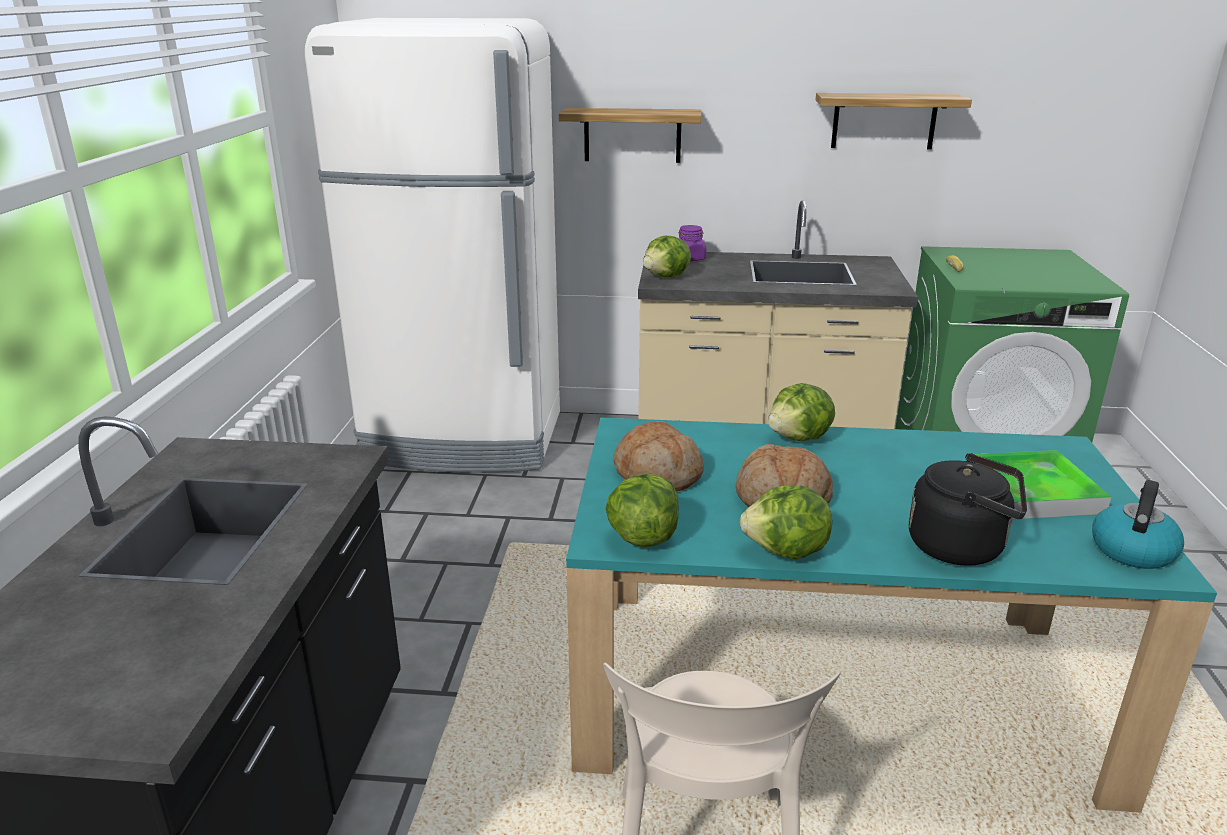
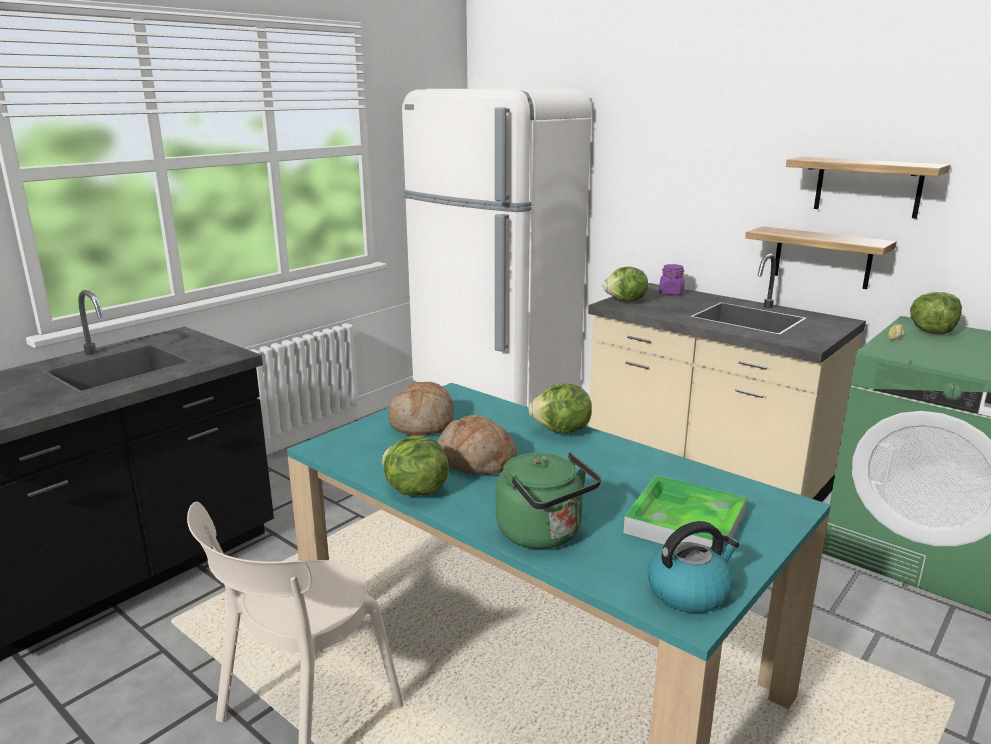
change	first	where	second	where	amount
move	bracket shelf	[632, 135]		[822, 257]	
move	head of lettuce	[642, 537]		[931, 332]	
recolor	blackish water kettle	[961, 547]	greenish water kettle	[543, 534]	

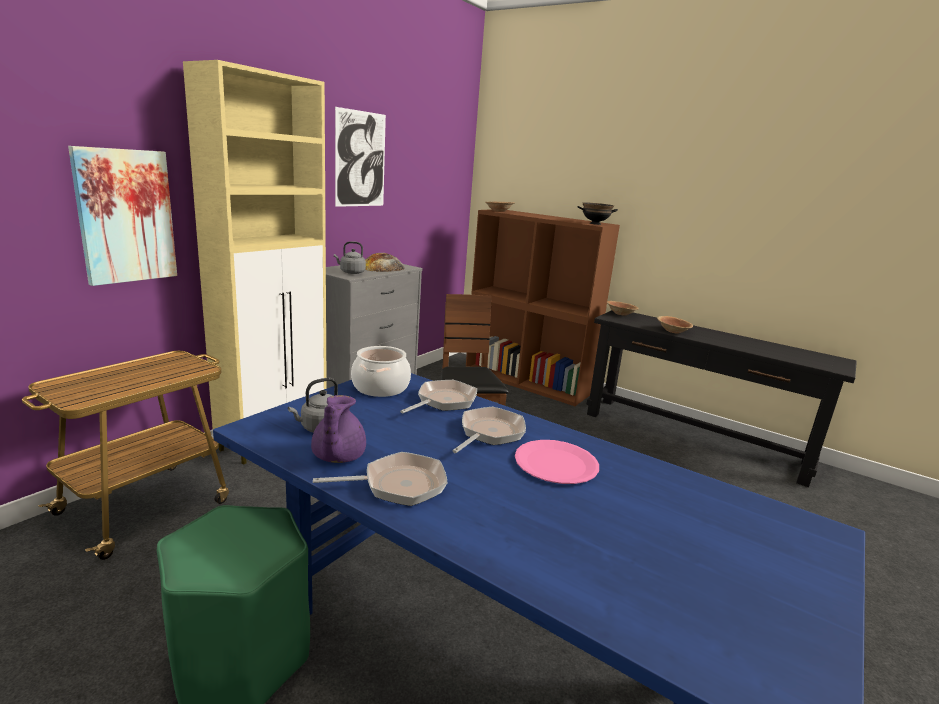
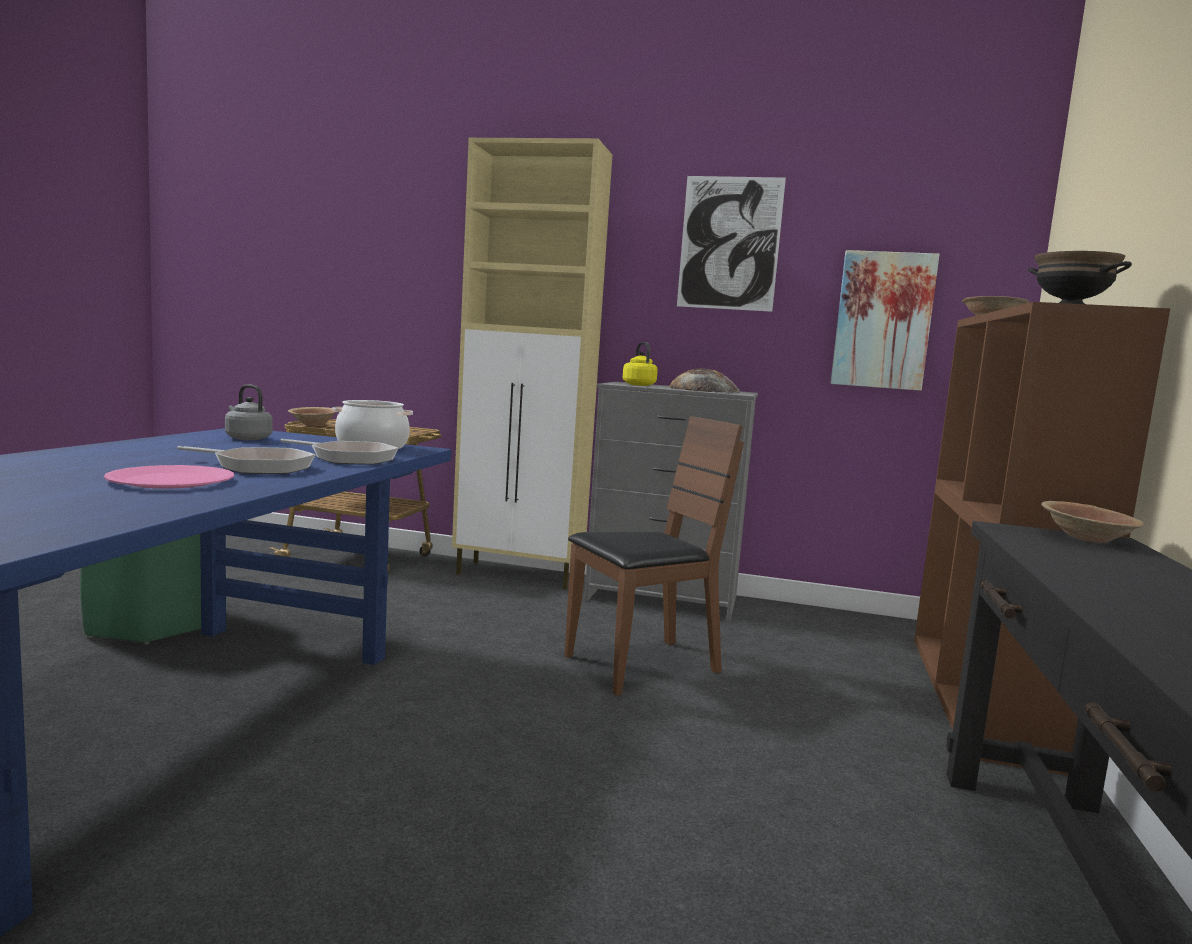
change	first	where	second	where	amount
move	wall picture	[126, 216]		[882, 320]	
delete	purple-coloured tea pot	[337, 456]			
delete	pan	[398, 485]			
recolor	greyish water kettle	[351, 272]	yellow water kettle	[638, 385]	
move	brown-coloured bowl	[673, 331]		[313, 424]	

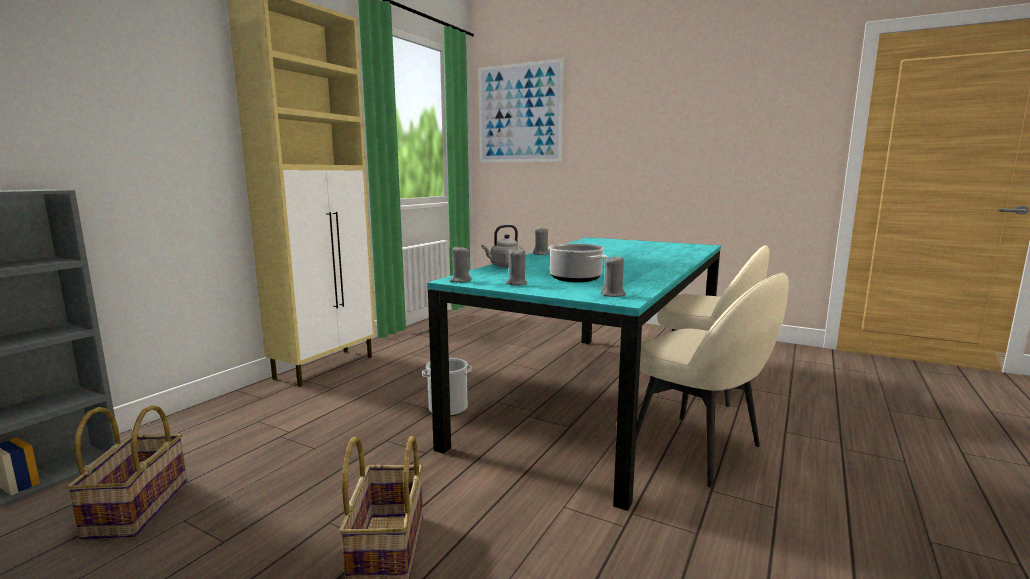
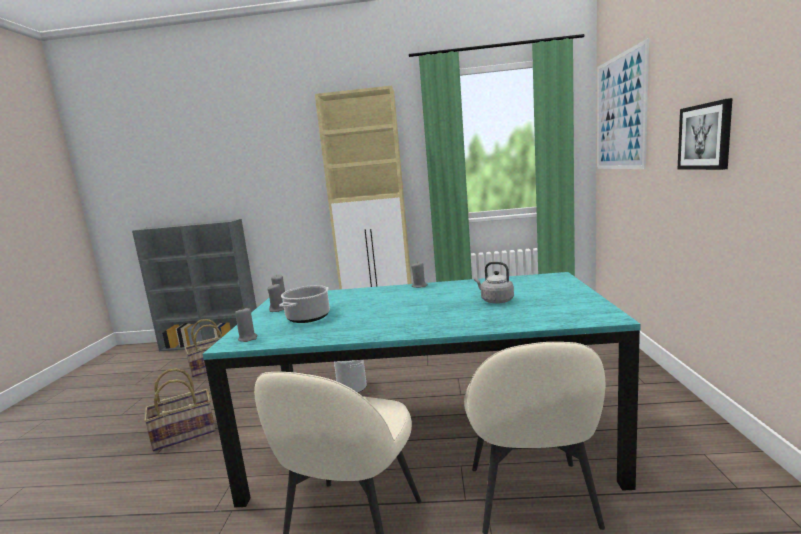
change	first	where	second	where	amount
move	greyish water kettle	[505, 266]		[495, 301]	
insert			wall picture	[705, 136]	

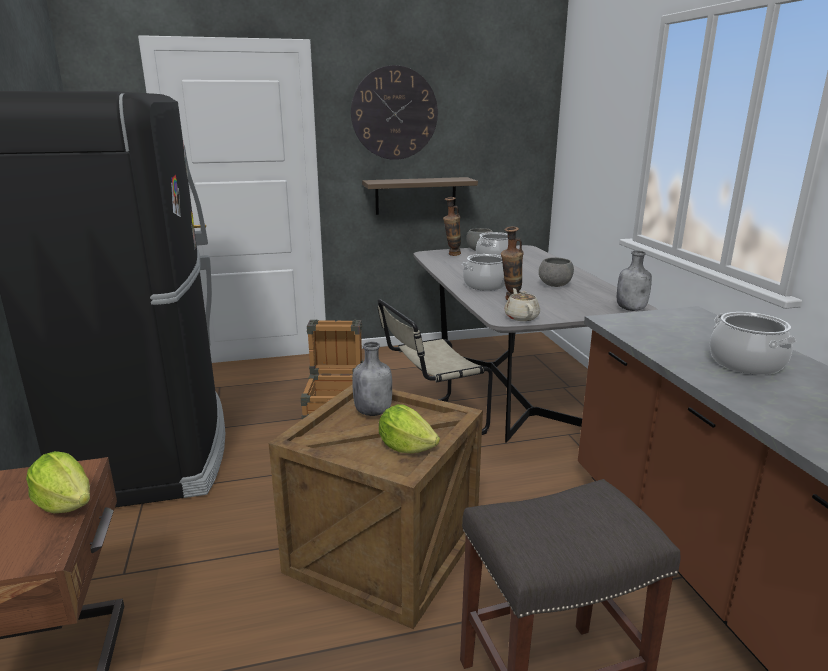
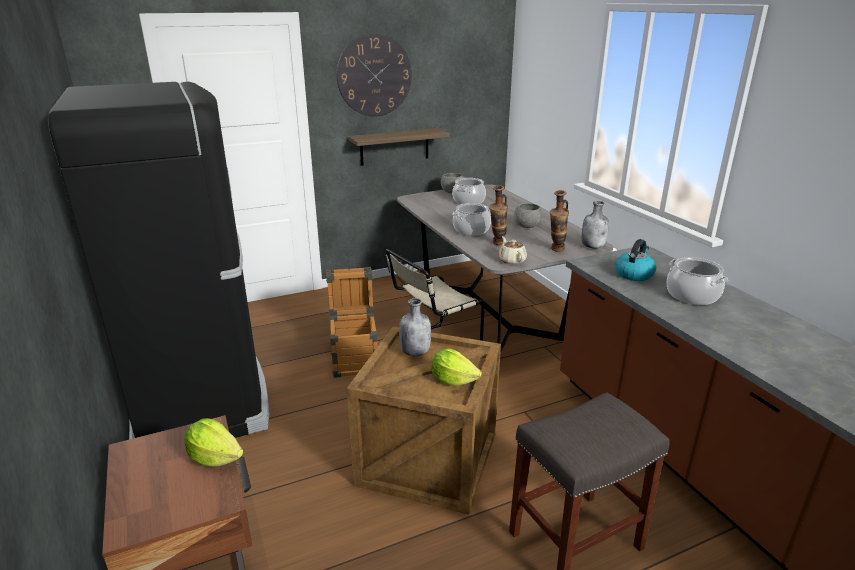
change	first	where	second	where	amount
move	vase	[452, 255]		[556, 251]	
insert			water kettle	[634, 274]	

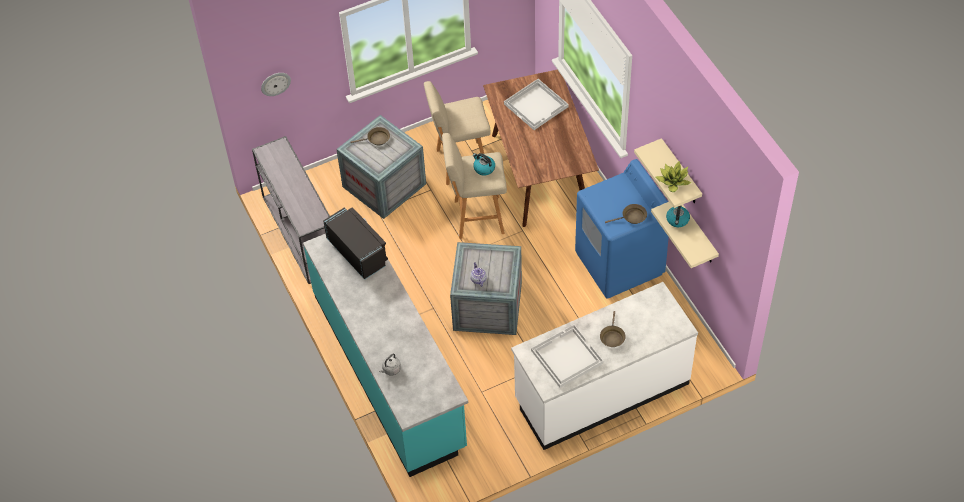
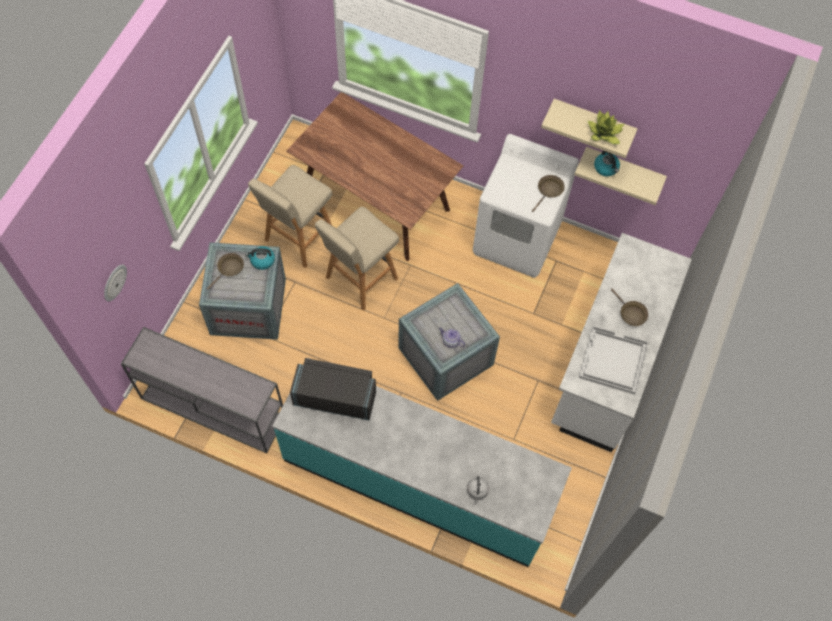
change	first	where	second	where	amount
move	water kettle	[484, 168]		[262, 261]	
delete	white-coloured serving tray	[536, 105]			
recolor	bluish laundry machine	[619, 264]	white-coloured laundry machine	[517, 239]	

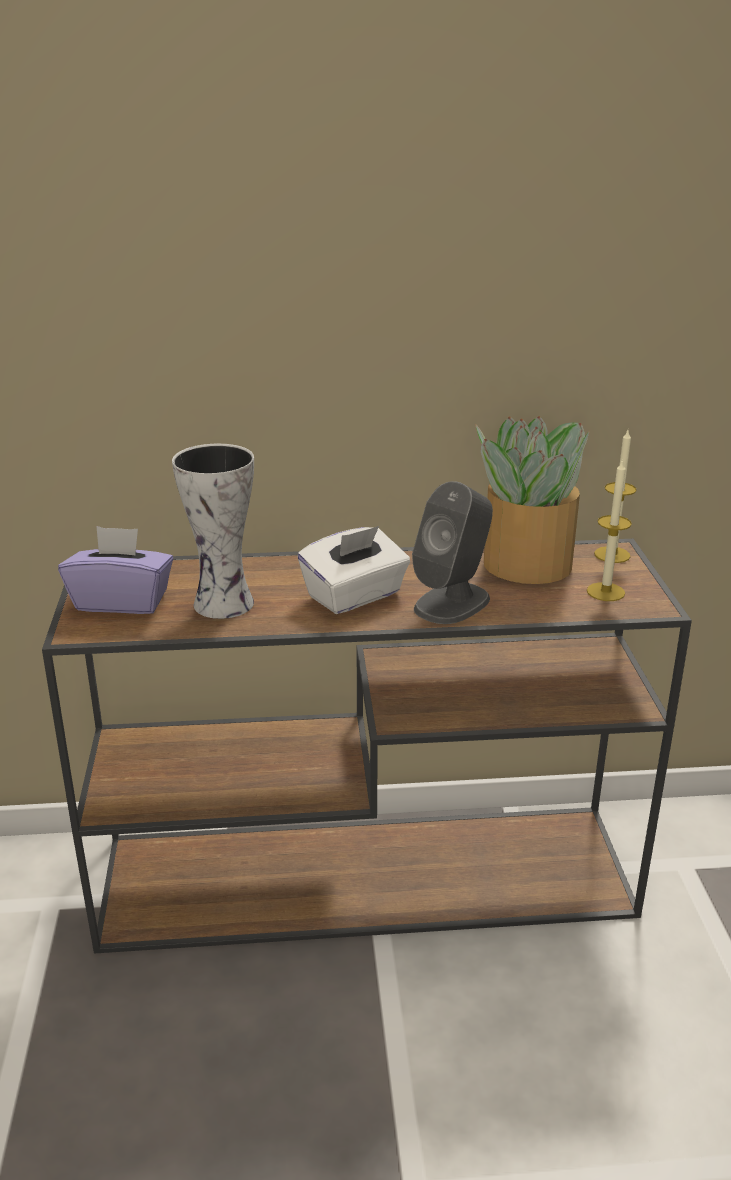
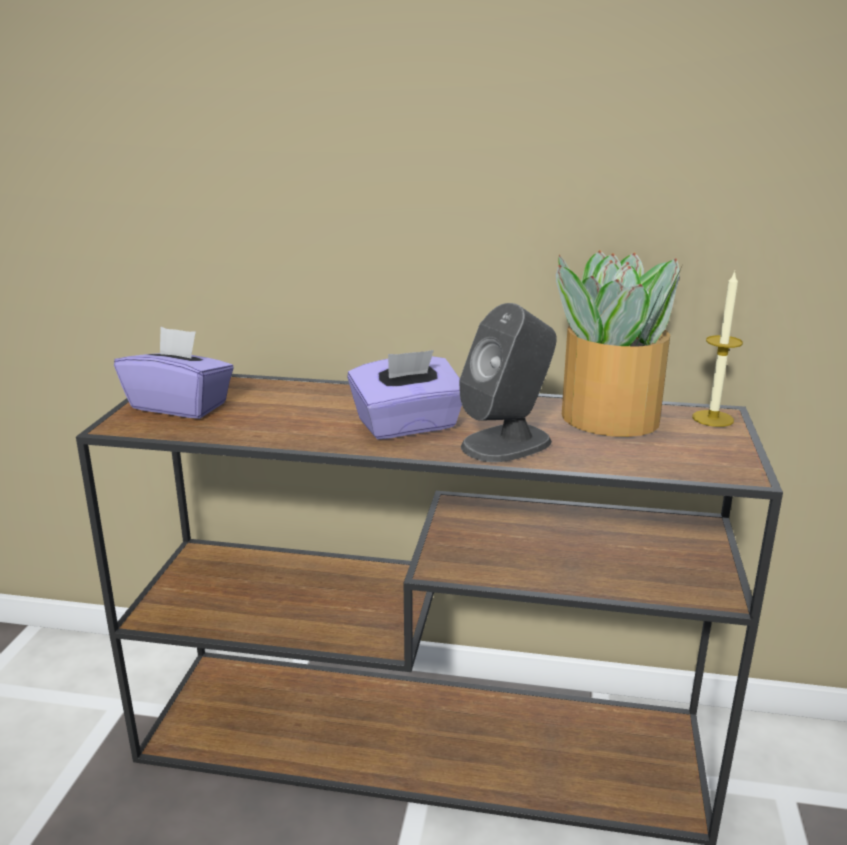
change	first	where	second	where	amount
delete	vase	[224, 605]			
recolor	white-coloured tissue holder	[355, 596]	purple-coloured tissue holder	[408, 426]	
delete	candle	[605, 592]			

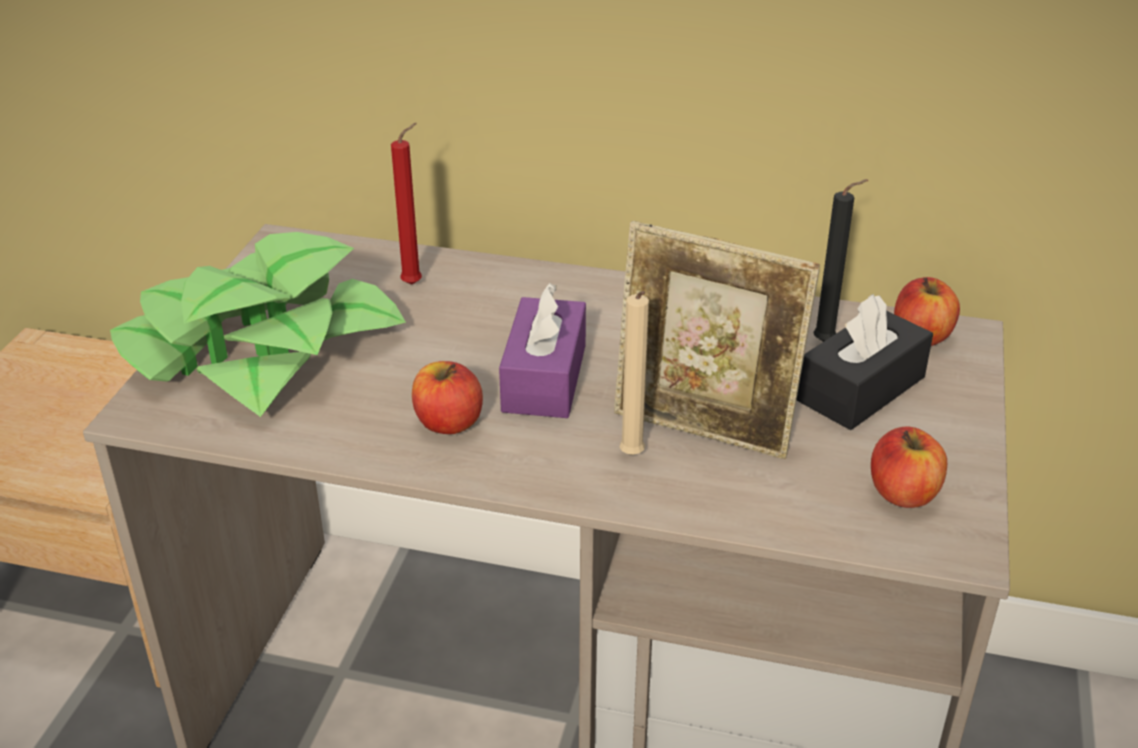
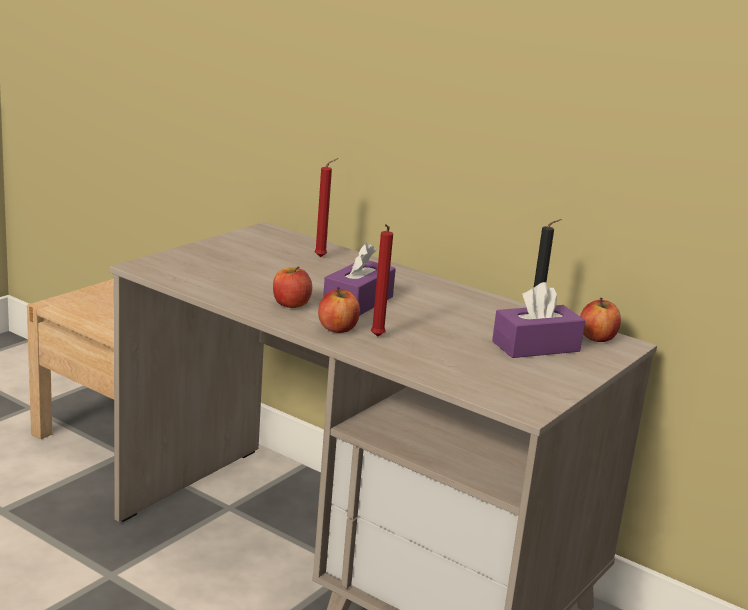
change	first	where	second	where	amount
delete	plant in a pot	[260, 349]			
delete	photo frame	[703, 430]			
recolor	beige-coloured candle	[632, 457]	red candle	[376, 337]	
recolor	blackish tissue holder	[861, 389]	purple-coloured tissue holder	[536, 346]	
move	apple	[903, 493]		[337, 328]	

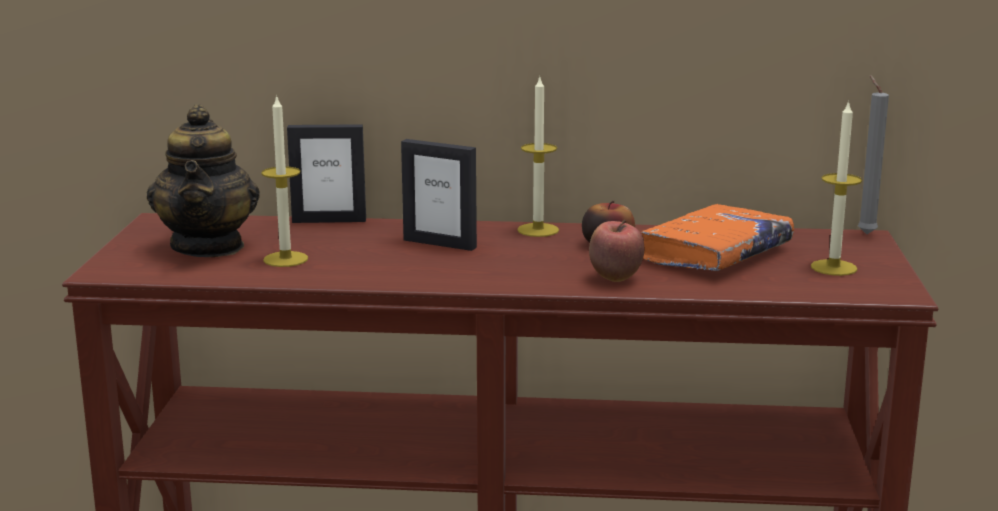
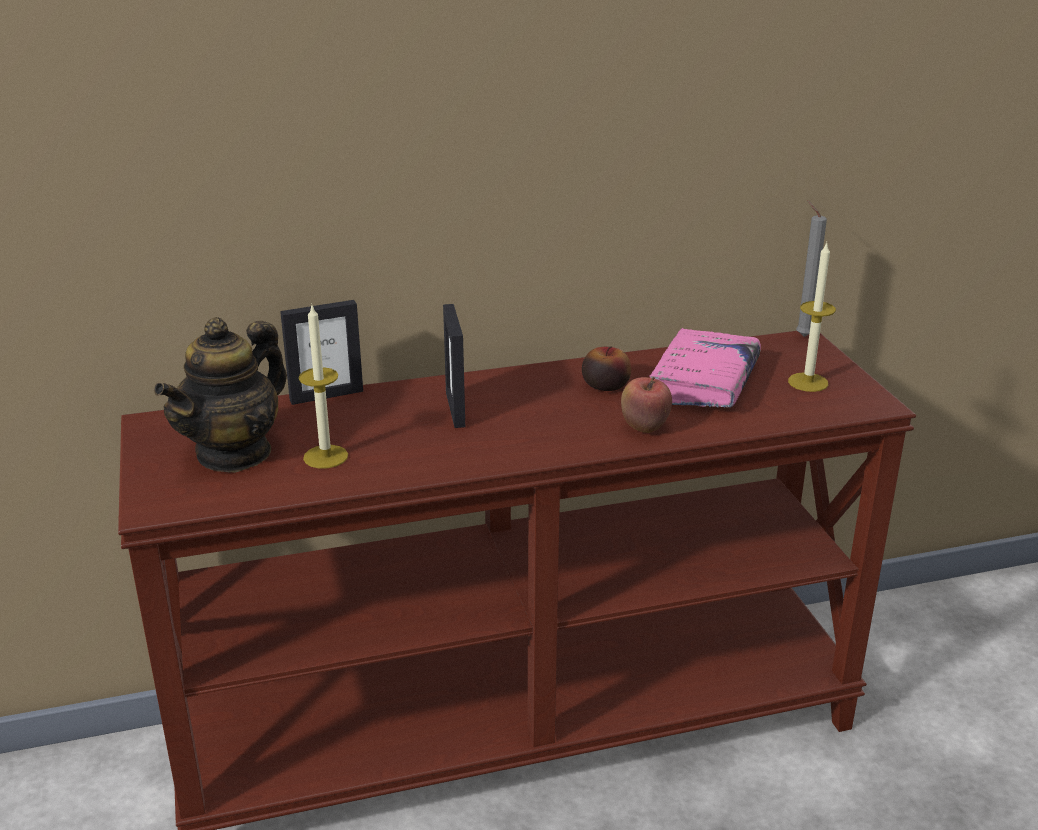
change	first	where	second	where	amount
rotate	tea pot	[208, 247]		[234, 453]	60 degrees clockwise
rotate	photo frame	[440, 243]		[456, 409]	75 degrees clockwise
delete	candle	[538, 230]			
recolor	orange volume	[716, 254]	pinkish volume	[704, 382]	

